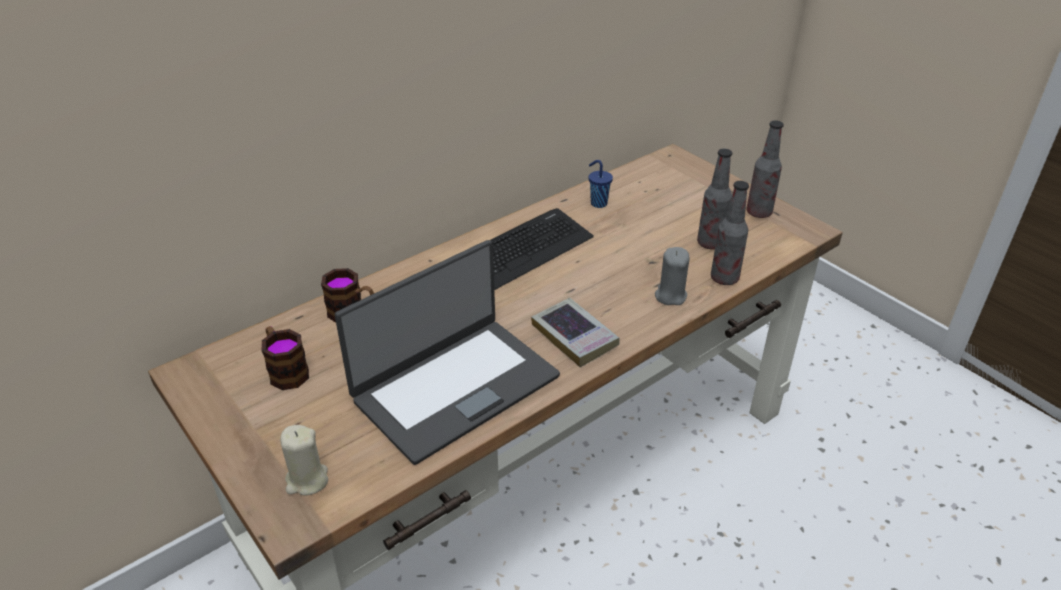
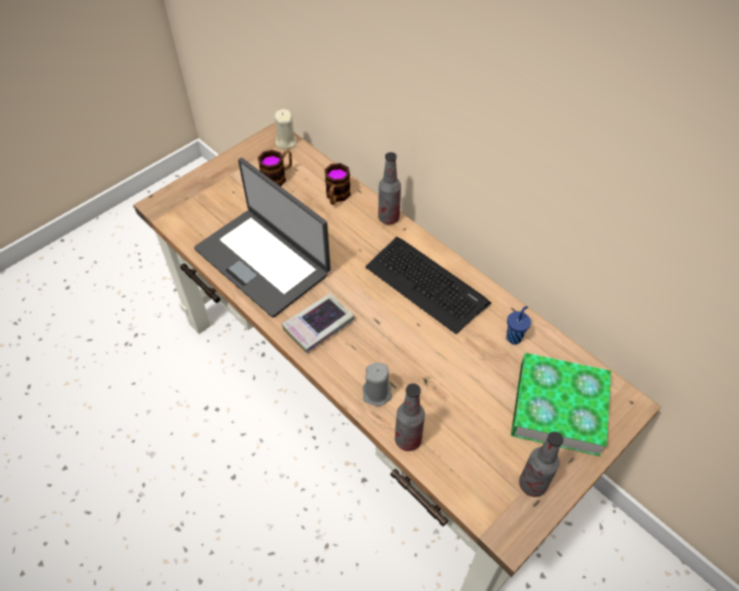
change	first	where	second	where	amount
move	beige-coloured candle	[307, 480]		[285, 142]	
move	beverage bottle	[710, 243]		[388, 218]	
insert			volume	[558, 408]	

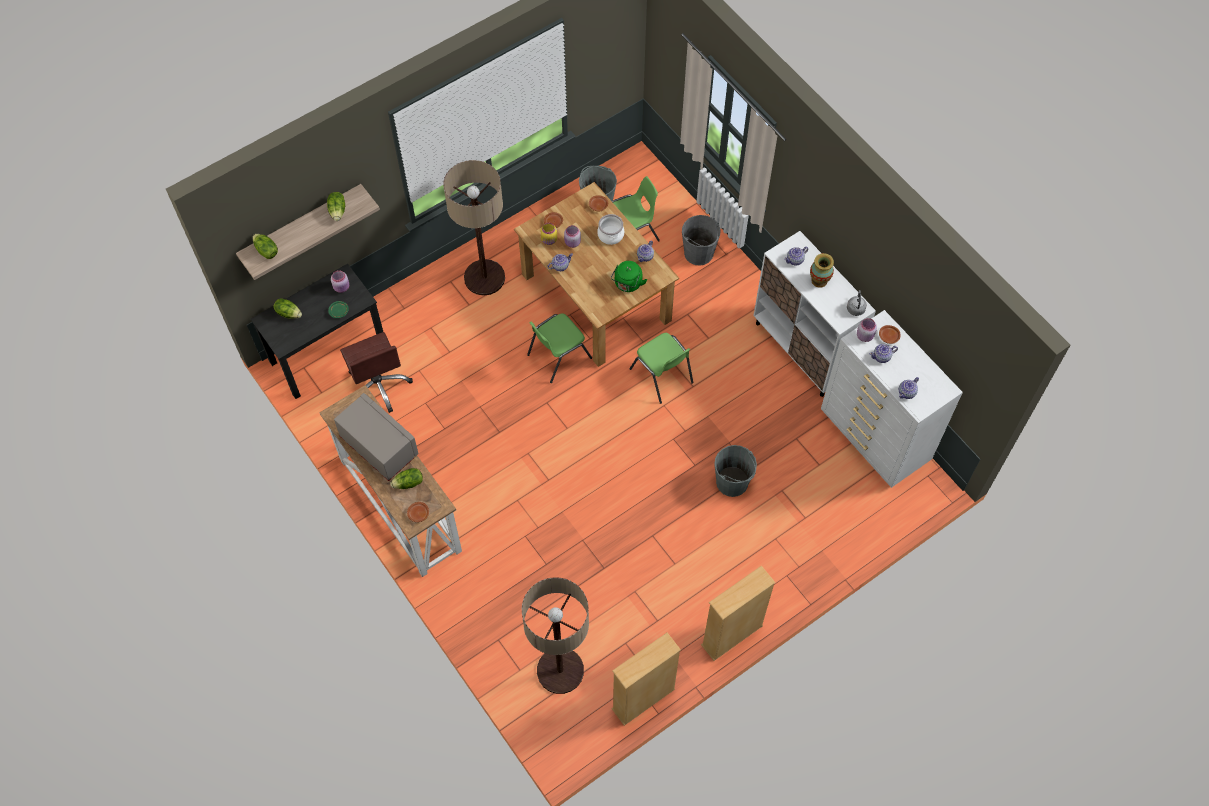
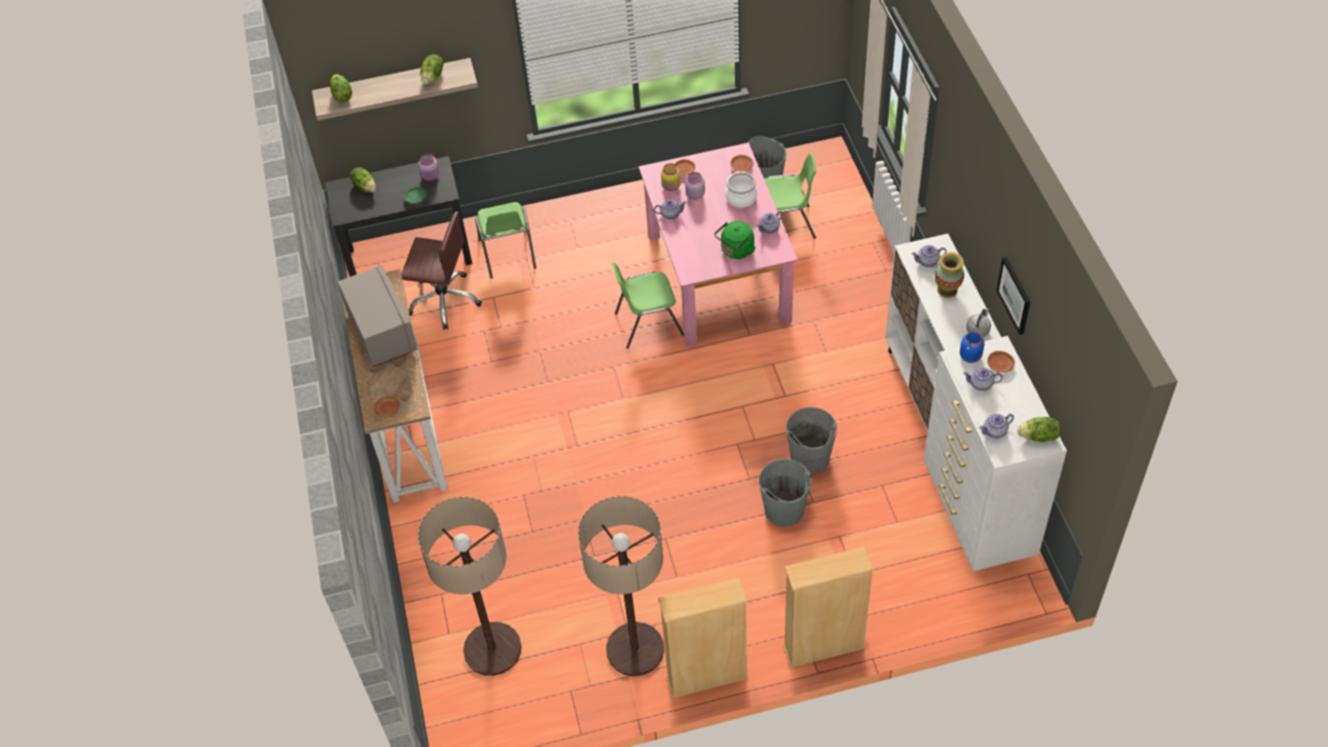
change	first	where	second	where	amount
rotate	brown-coloured computer chair	[379, 385]		[444, 300]	75 degrees counterclockwise
move	head of lettuce	[408, 483]		[1038, 437]	
move	standing lamp	[484, 278]		[635, 649]	
recolor	brown-coloured dinner table	[594, 297]	pinkish dinner table	[716, 276]	
move	beige-coloured shelving unit	[643, 699]		[824, 647]	
move	greenish plain chair	[662, 376]		[508, 254]	
move	greyish pail	[698, 253]		[810, 458]	
recolor	pinkish preserve jar	[865, 335]	bluish preserve jar	[971, 356]	
insert			wall picture	[1015, 295]	

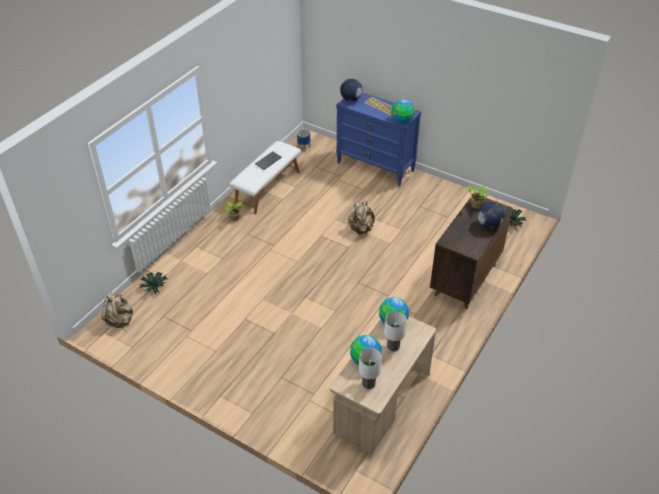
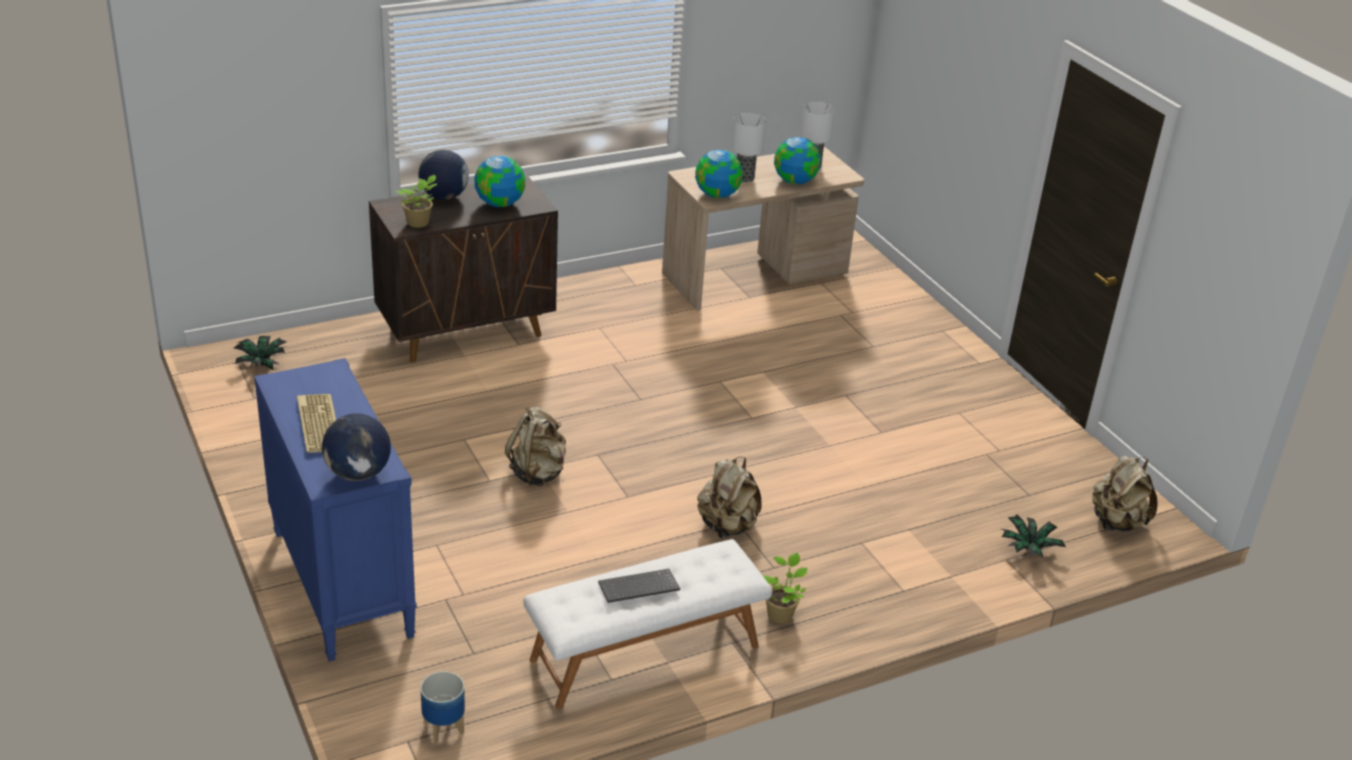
change	first	where	second	where	amount
move	desk globe	[402, 121]		[500, 203]	
insert			beige-coloured backpack	[727, 526]	

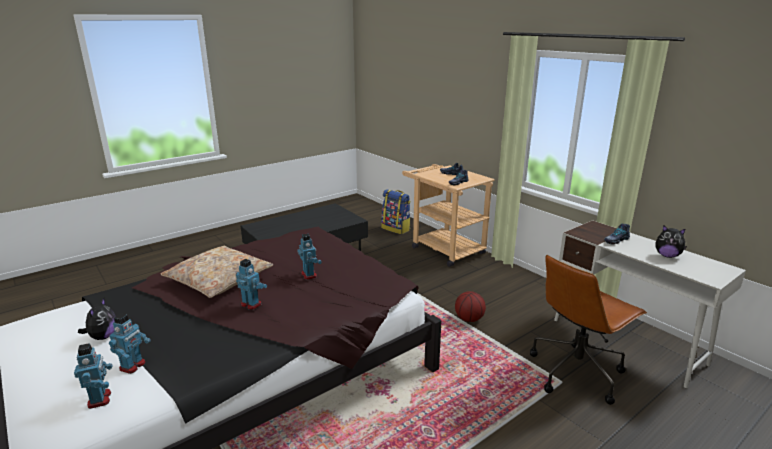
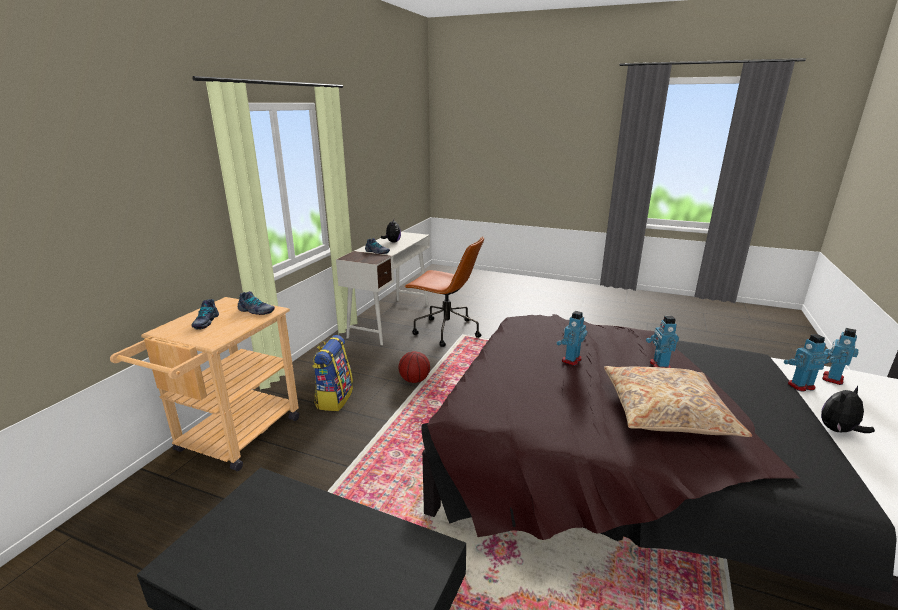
change	first	where	second	where	amount
move	backpack	[396, 229]		[334, 398]	

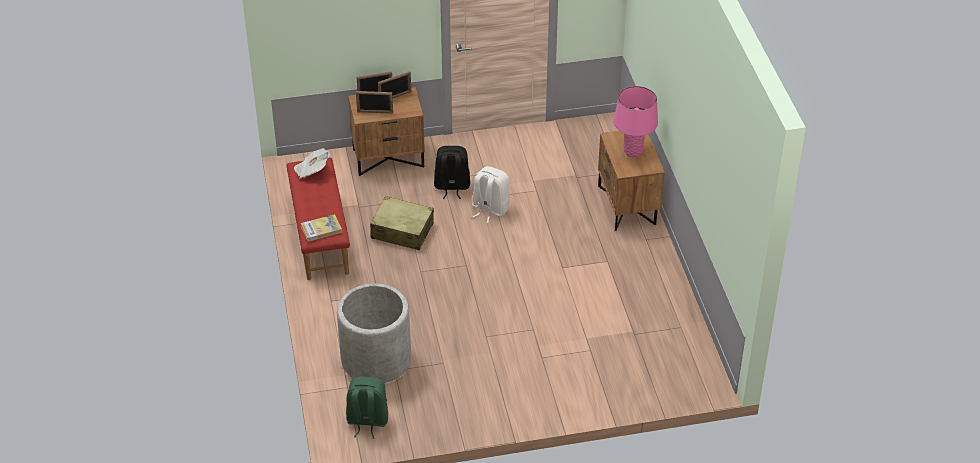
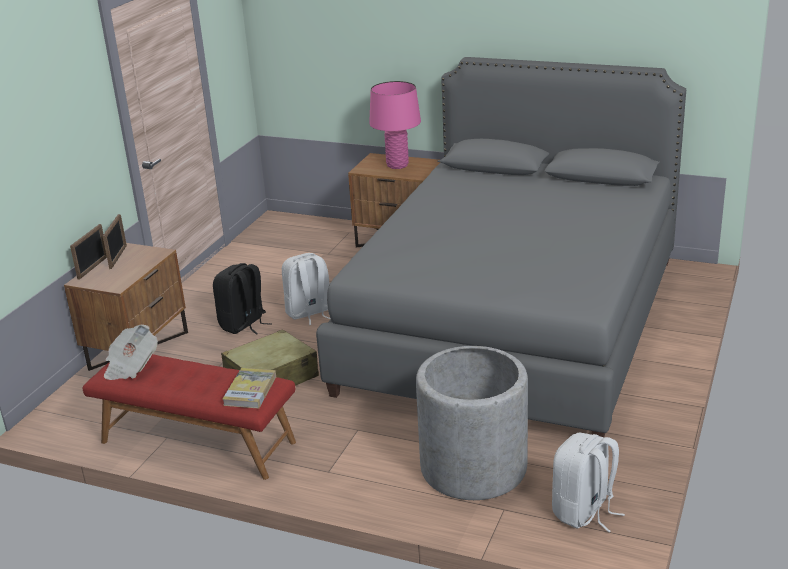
change	first	where	second	where	amount
recolor	greenish backpack	[367, 421]	white-coloured backpack	[584, 512]	
delete	photo frame	[375, 112]			
insert			greyish bedroom bed	[514, 323]	

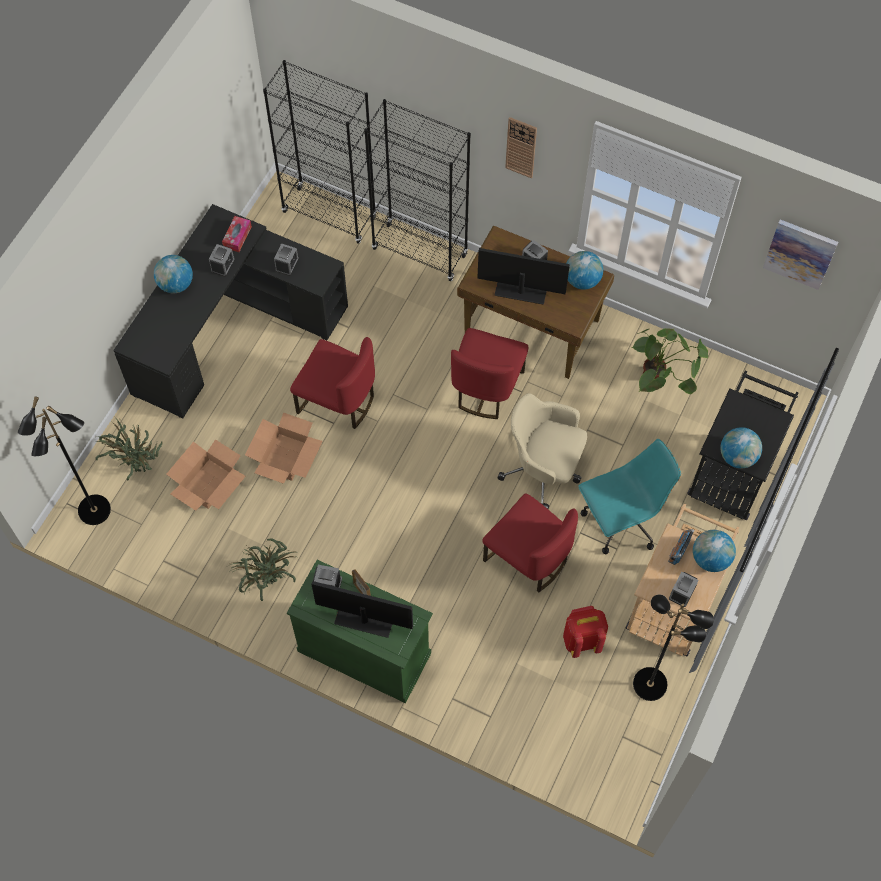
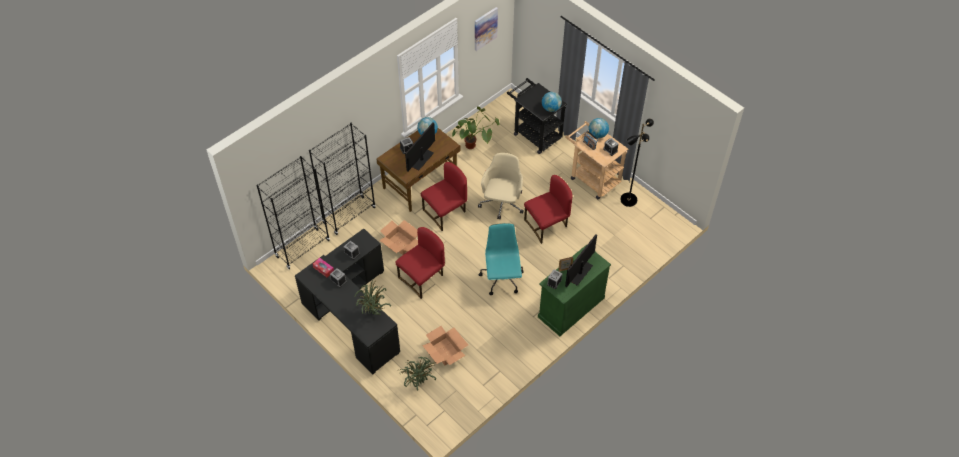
change	first	where	second	where	amount
delete	blackish standing lamp	[94, 511]			
delete	desk globe	[176, 284]			
move	plant in a pot	[268, 581]		[373, 313]	
move	cardboard box	[285, 457]		[400, 243]	
rotate	red plain chair	[486, 388]		[445, 212]	75 degrees counterclockwise
rotate	beige-coloured computer chair	[543, 469]		[502, 204]	150 degrees clockwise
delete	clock on the wall	[521, 147]			
delete	red backpack	[582, 640]			
move	turquoise-coloured computer chair	[621, 521]		[502, 279]	

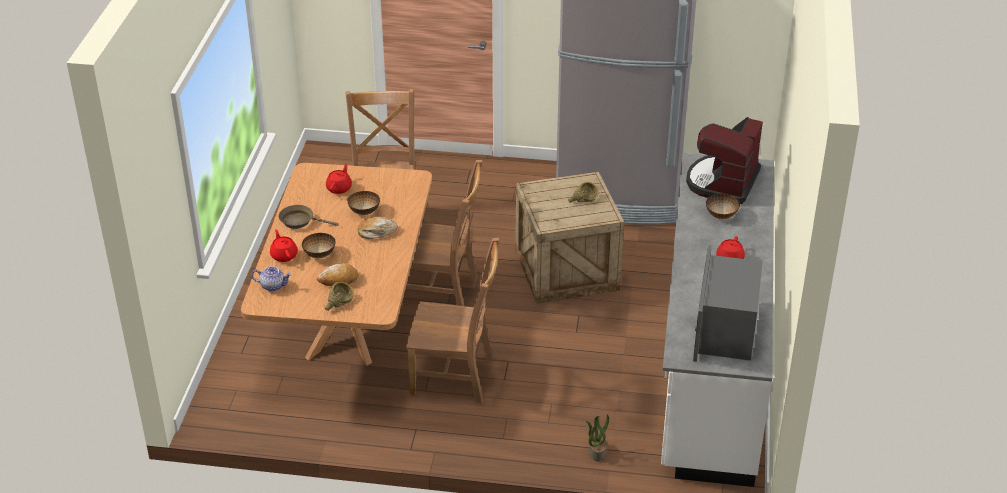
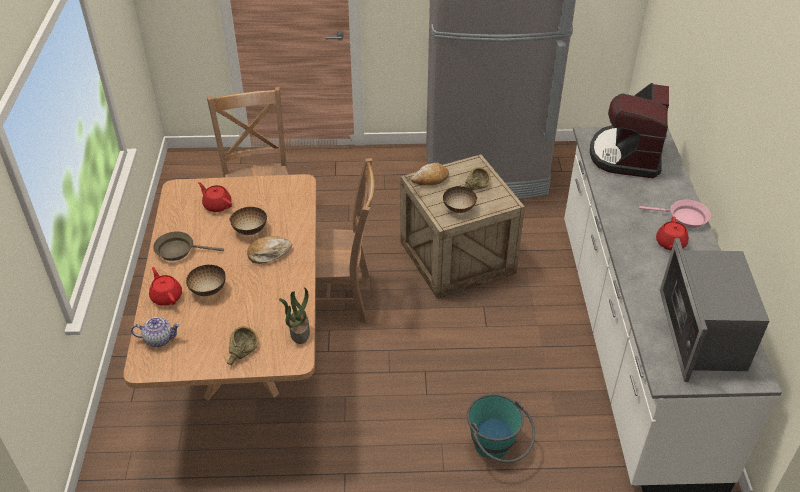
change	first	where	second	where	amount
move	bread	[339, 280]		[430, 179]	
rotate	red tea pot	[339, 188]		[217, 205]	60 degrees counterclockwise
delete	brown-coloured plain chair	[456, 377]			
move	plant in a pot	[597, 451]		[299, 332]	
move	bowl	[721, 215]		[458, 209]	
insert			turquoise-coloured pail	[497, 449]	
insert			pinkish pan	[684, 218]	

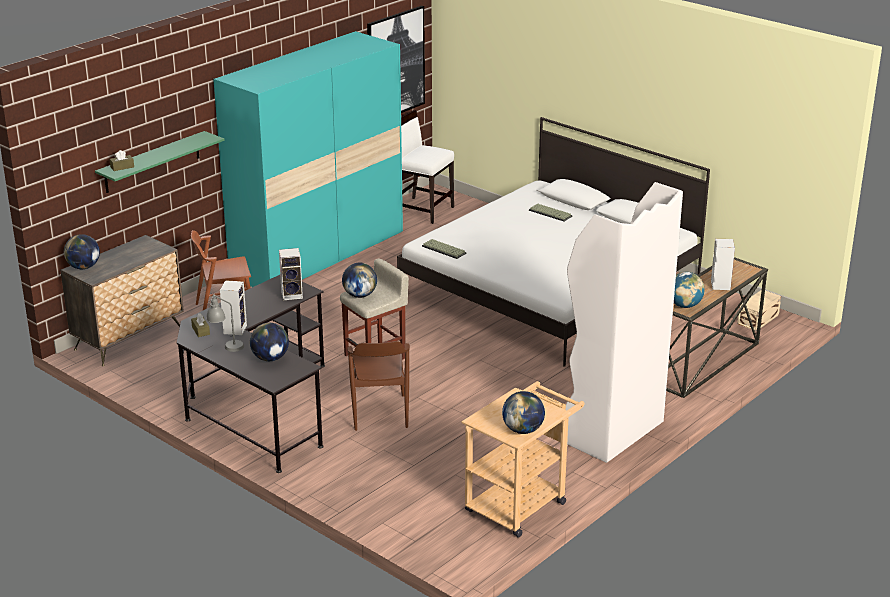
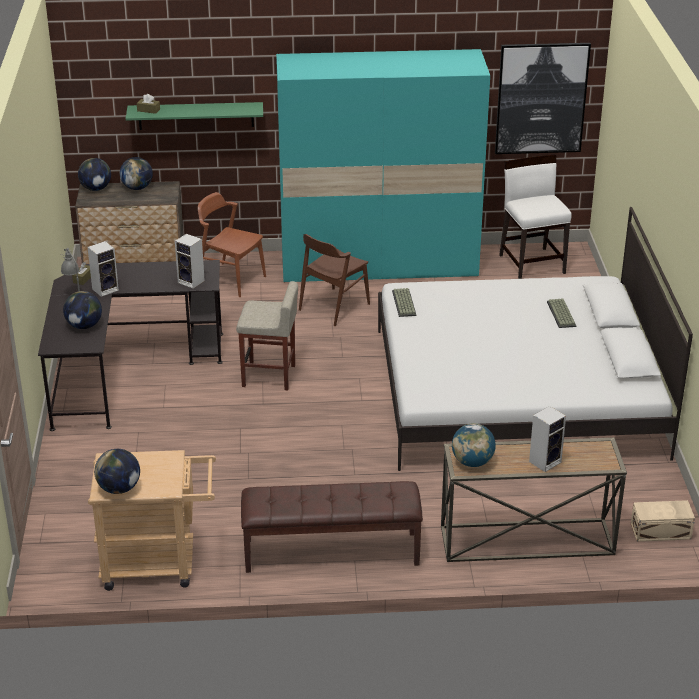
change	first	where	second	where	amount
move	desk globe	[359, 295]		[137, 188]	
move	brown-coloured plain chair	[379, 412]		[334, 307]	
replace	white-coloured shelving unit	[611, 432]	brown-coloured bench	[331, 552]	

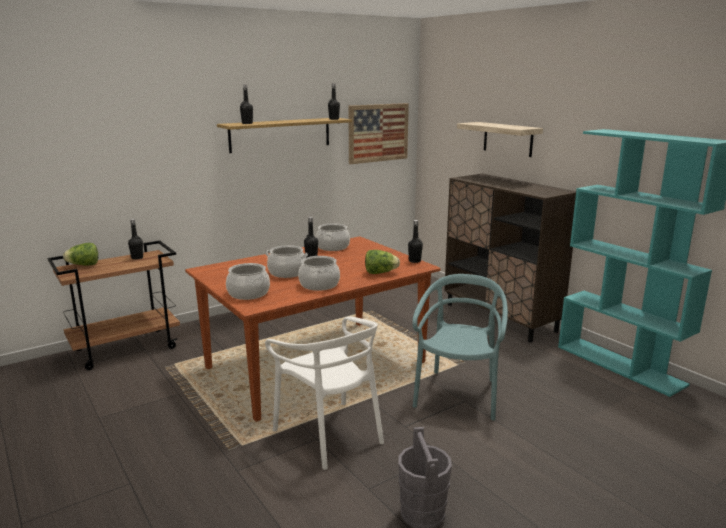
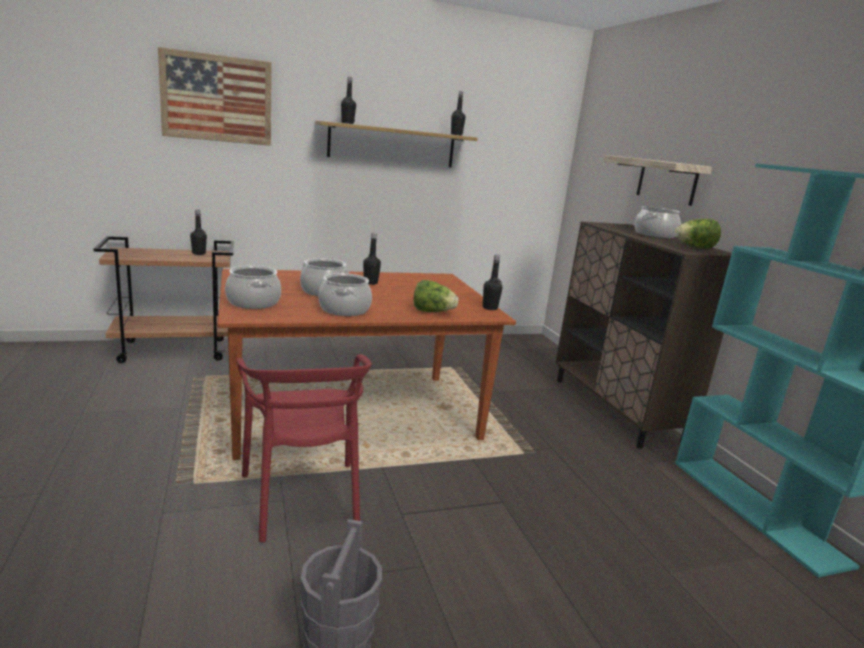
change	first	where	second	where	amount
move	head of lettuce	[84, 265]		[694, 247]	
recolor	white-coloured plain chair	[330, 434]	red plain chair	[303, 498]	
move	cooking pot	[333, 247]		[655, 235]	
move	wall picture	[378, 133]		[217, 98]	
delete	turquoise-coloured plain chair	[458, 395]			

